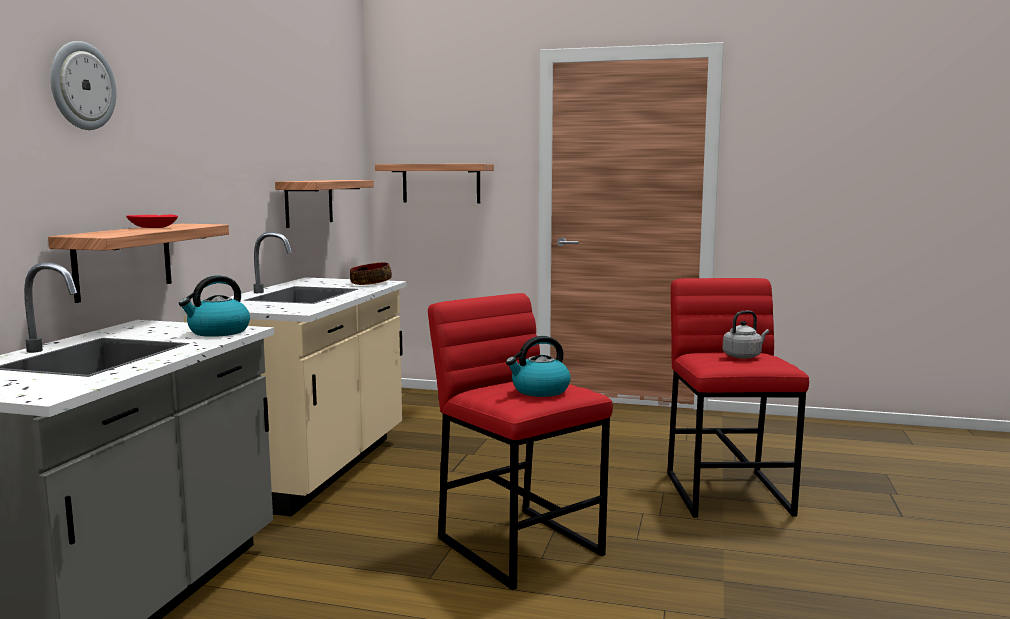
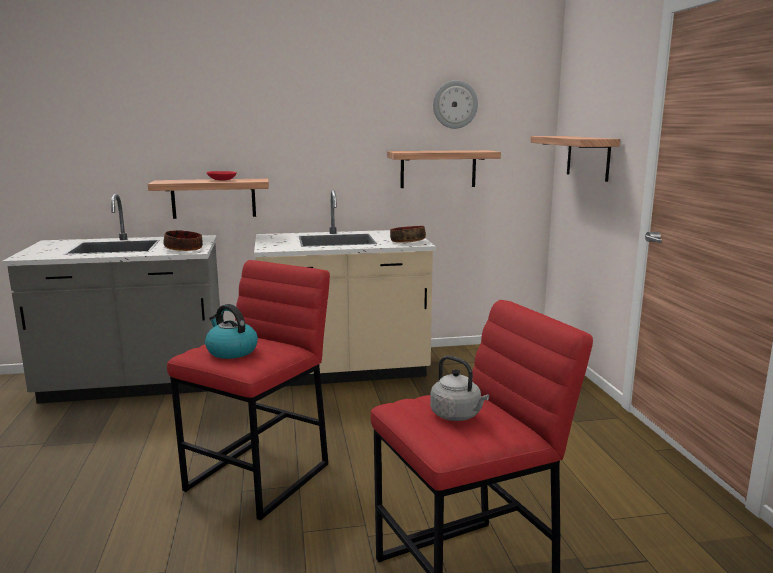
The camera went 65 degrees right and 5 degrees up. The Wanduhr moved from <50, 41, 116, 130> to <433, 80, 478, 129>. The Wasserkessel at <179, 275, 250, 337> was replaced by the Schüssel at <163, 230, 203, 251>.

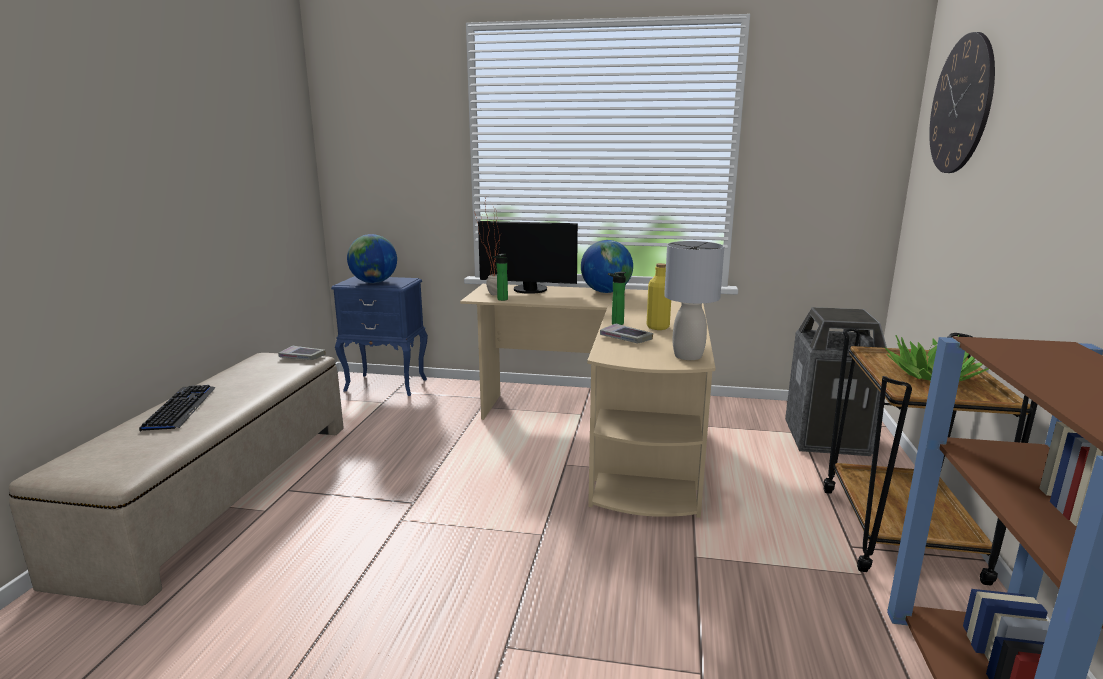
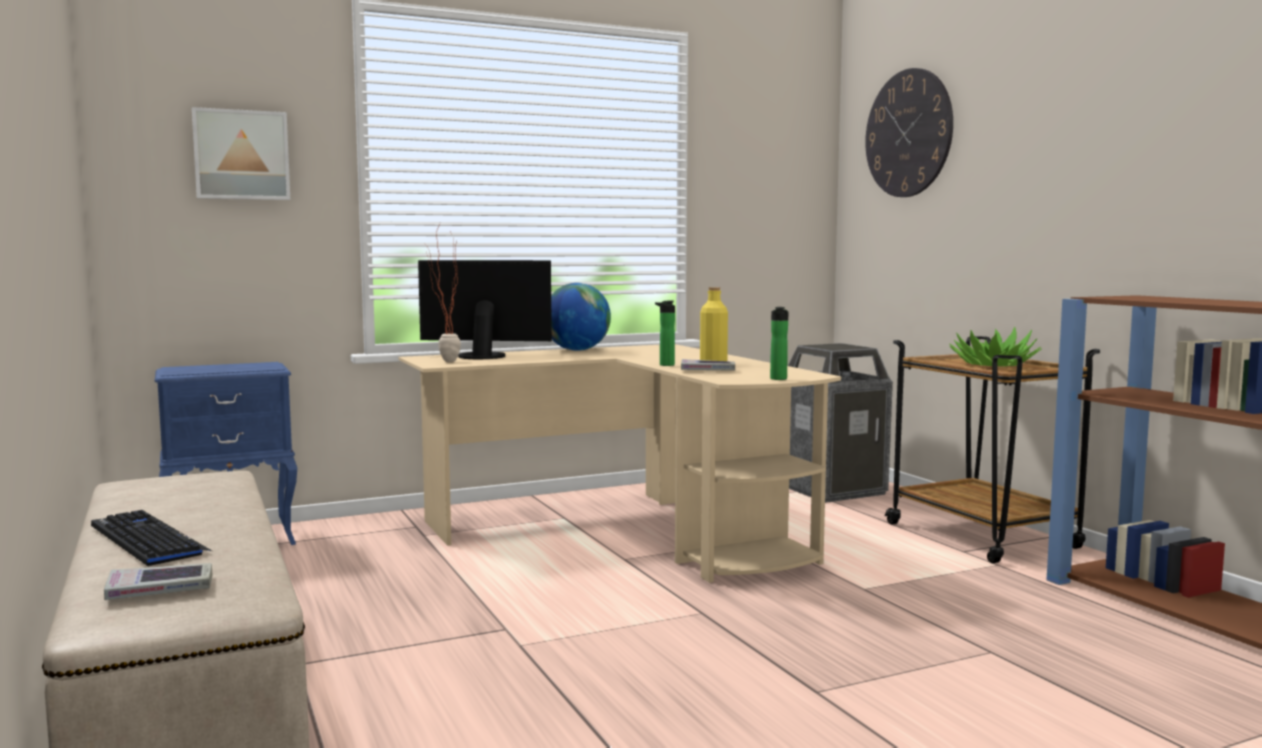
The camera went 35 degrees left and 10 degrees down. The Monitor at <478, 221, 578, 294> turned 150 degrees counterclockwise. The Globus at <347, 234, 397, 283> disappeared. The Tischlampe/grau at <664, 241, 724, 360> disappeared. The Flasche moved from <493, 254, 508, 301> to <770, 307, 788, 380>. The Buch moved from <278, 346, 325, 360> to <104, 563, 212, 600>. The Bild at <192, 107, 290, 200> appeared.

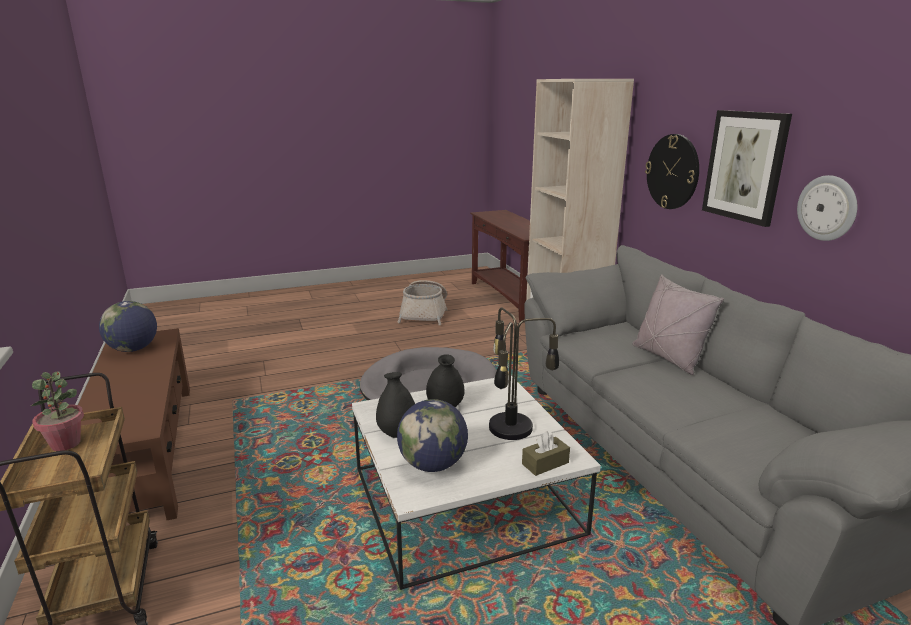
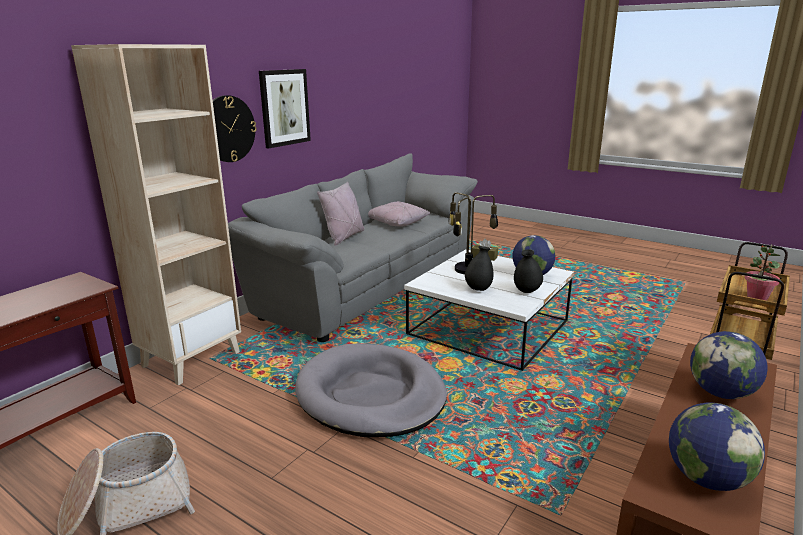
The camera went 125 degrees left and 0 degrees up. The Wanduhr at <797, 175, 857, 241> disappeared. The Kissen/lila at <368, 201, 430, 227> appeared. The Globus at <690, 331, 768, 399> appeared.

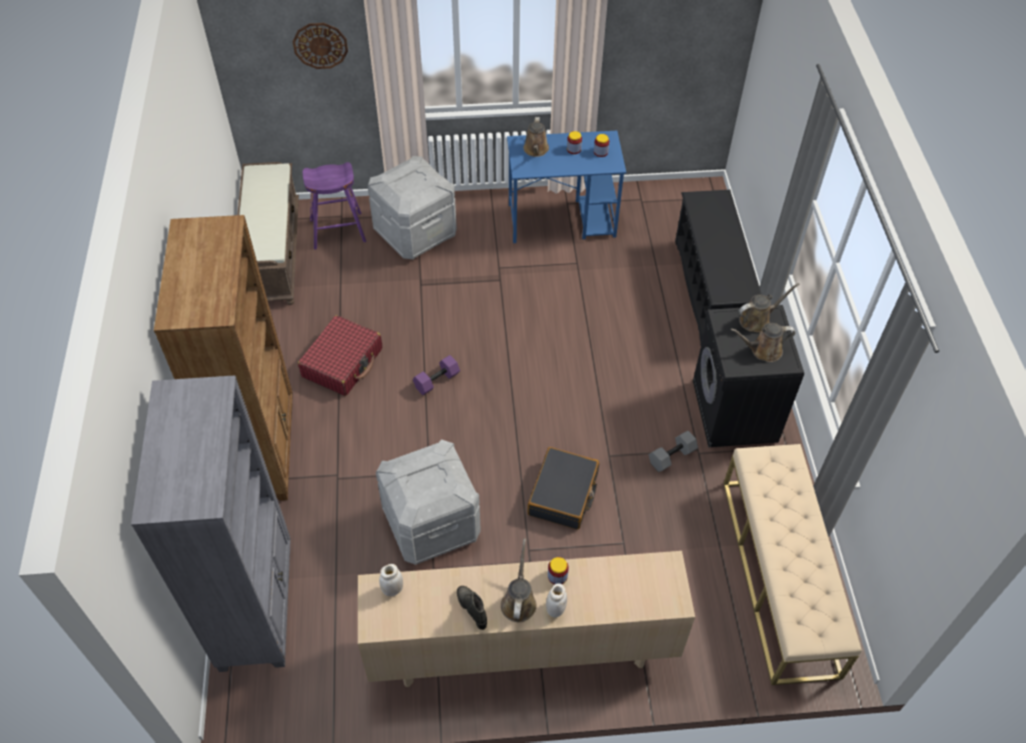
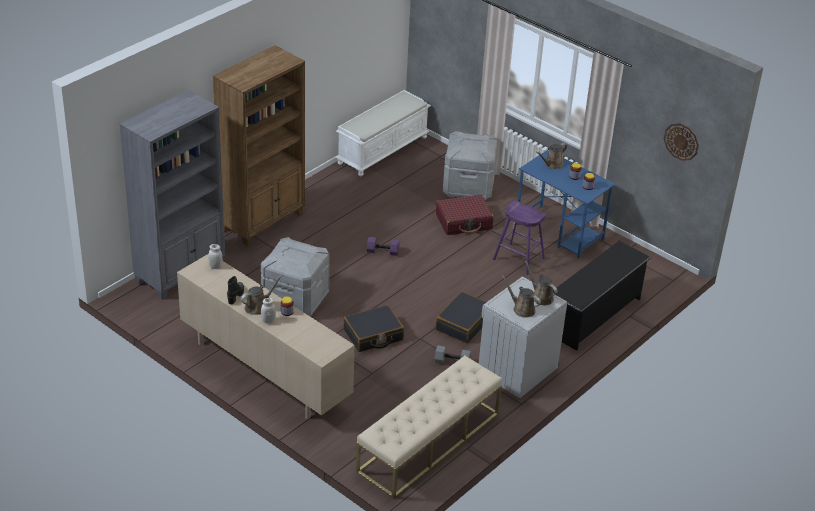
The camera went 45 degrees right and 15 degrees down. The Wanduhr moved from <293, 23, 348, 69> to <664, 123, 699, 161>. The Bank/braun at <237, 162, 299, 305> became the Bank/weiß at <335, 90, 431, 176>. The Hocker/lila moved from <303, 162, 366, 250> to <493, 200, 546, 275>. The Gießkanne/braun at <738, 283, 800, 333> turned 150 degrees counterclockwise. The Waschmaschine/schwarz at <693, 305, 804, 447> became the Waschmaschine/weiß at <479, 276, 567, 398>. The Koffer/rot moved from <298, 315, 382, 396> to <436, 195, 494, 235>. The Koffer/schwarz at <436, 292, 486, 343> appeared.

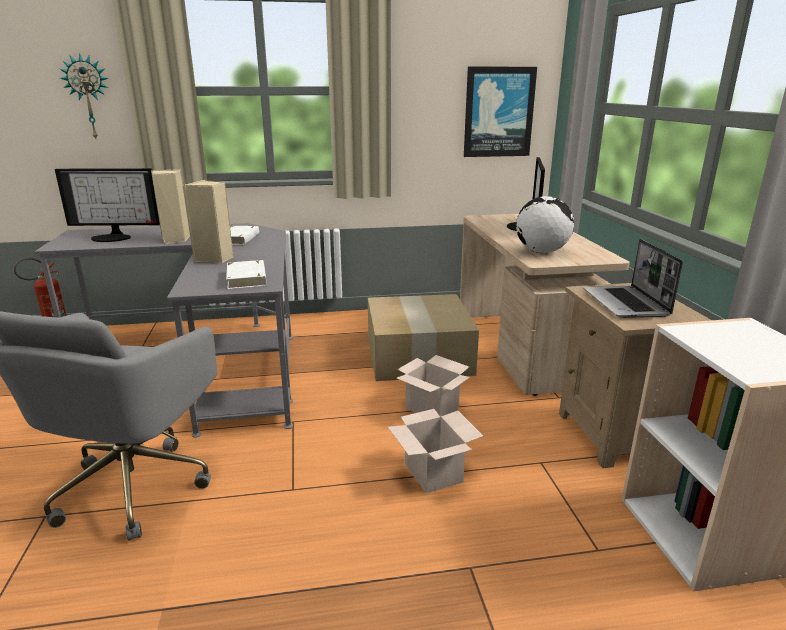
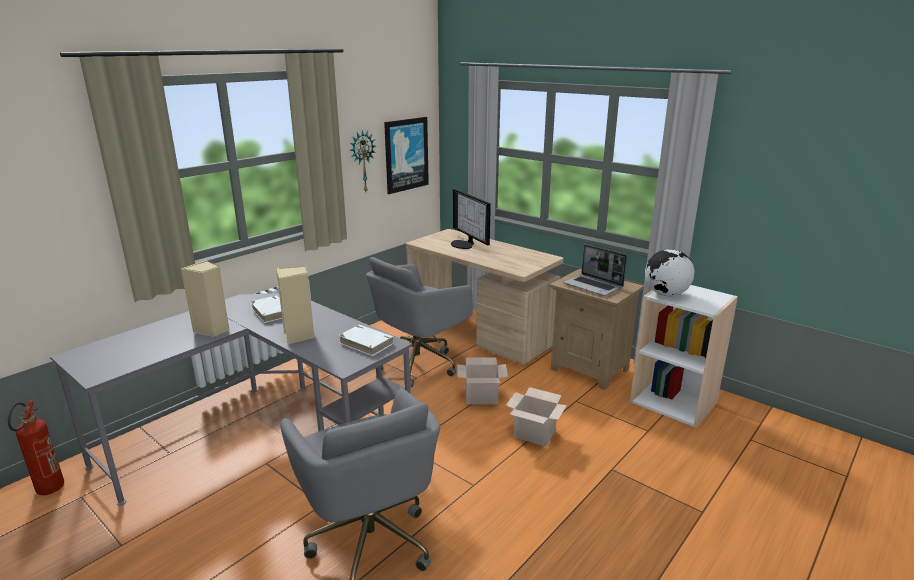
The camera went 40 degrees left and 0 degrees up. The Wanduhr moved from <60, 53, 108, 139> to <350, 130, 376, 192>. The Monitor at <55, 168, 160, 242> disappeared. The Globus moved from <516, 196, 574, 253> to <645, 249, 695, 296>. The Karton at <368, 294, 479, 381> was replaced by the Bürostuhl/grau at <366, 257, 473, 387>.

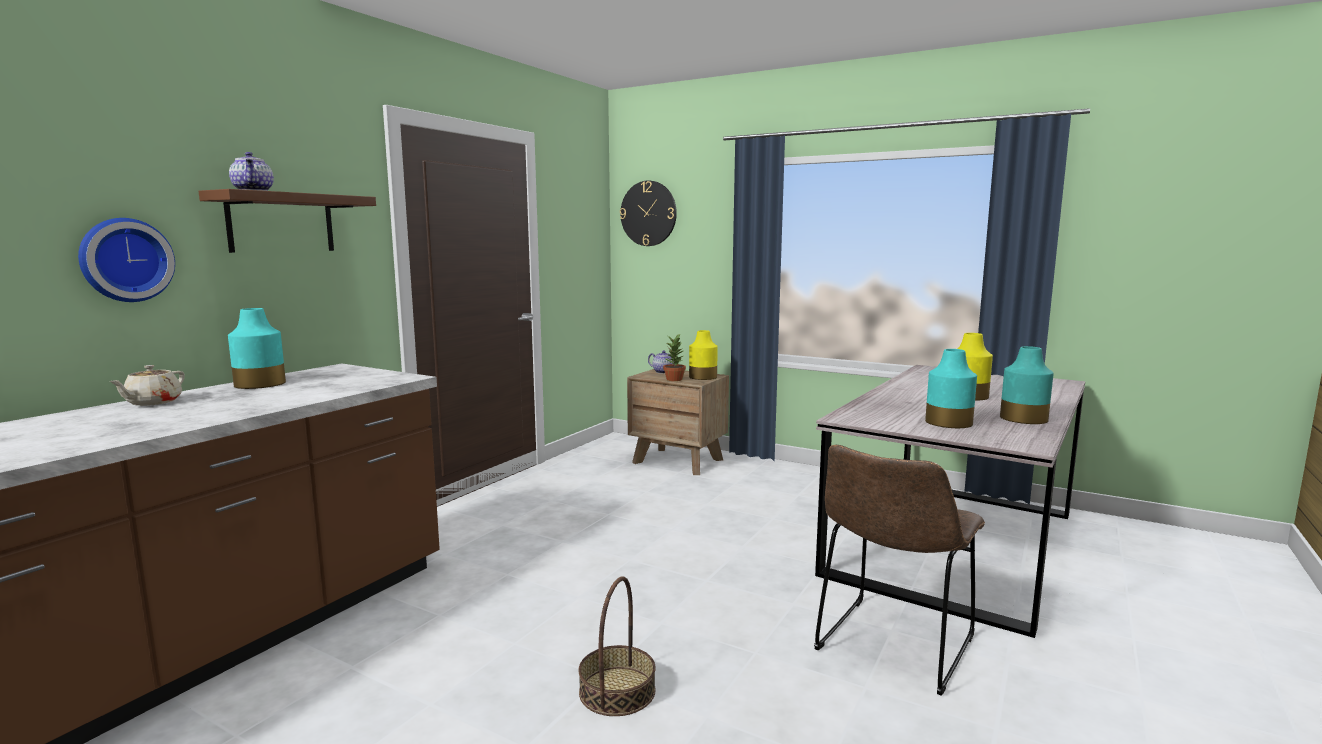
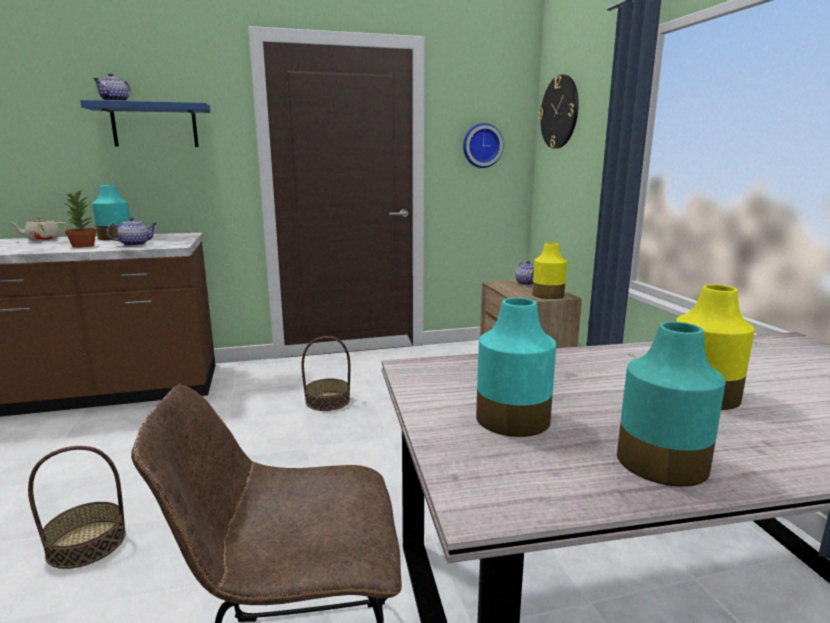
The camera went 45 degrees right and 5 degrees up. The Wandregal/braun at <199, 189, 376, 253> became the Wandregal/blau at <80, 100, 211, 147>. The Wanduhr moved from <78, 218, 175, 302> to <463, 123, 503, 168>. The Topfpflanze moved from <663, 333, 686, 381> to <63, 190, 97, 248>. The Teekanne at <107, 217, 157, 246> appeared. The Korb at <301, 336, 350, 411> appeared.

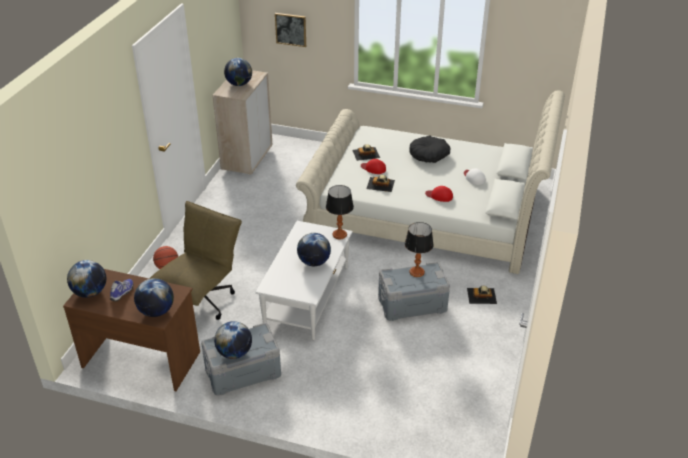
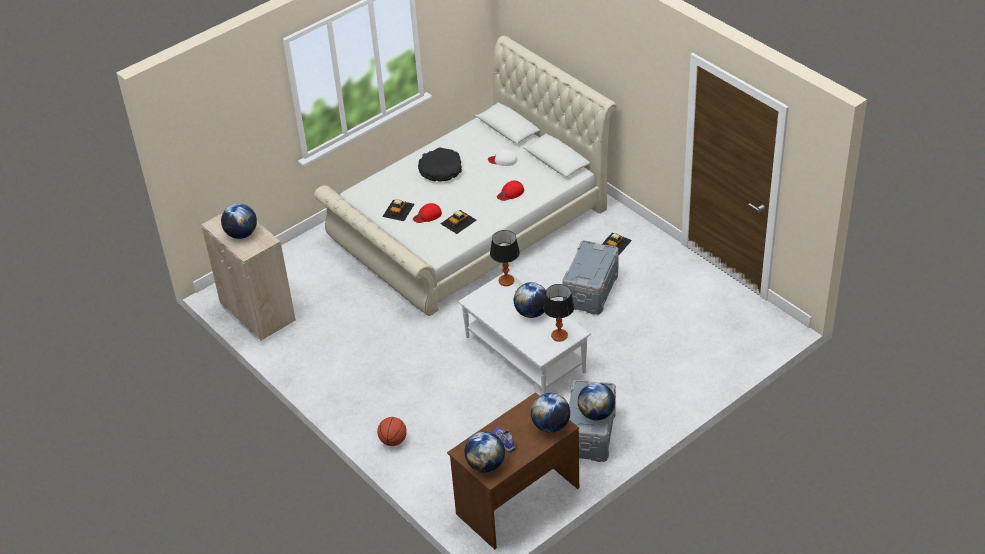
The camera went 55 degrees left and 5 degrees up. The Bild at <275, 13, 306, 47> disappeared. The Bürostuhl/beige at <149, 201, 242, 320> disappeared. The Tischlampe moved from <405, 222, 434, 277> to <543, 284, 574, 342>.

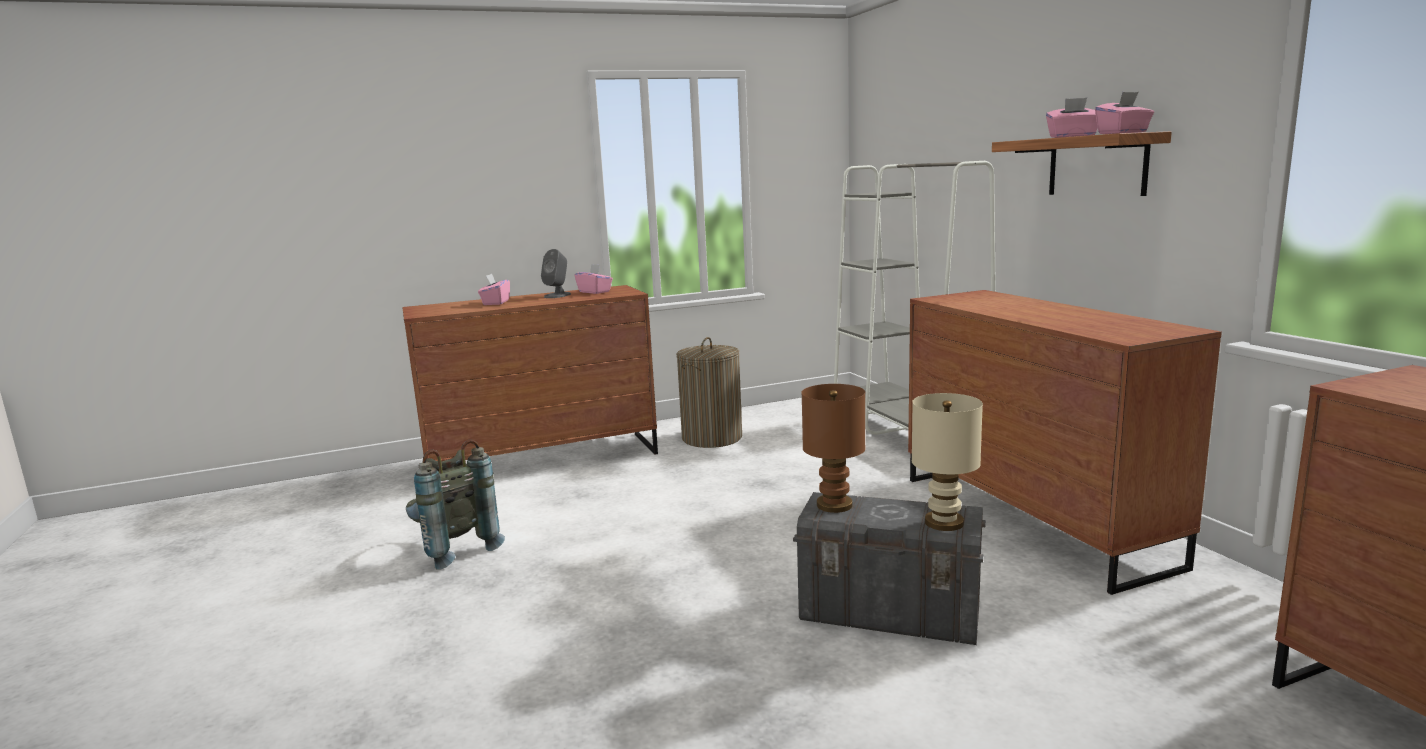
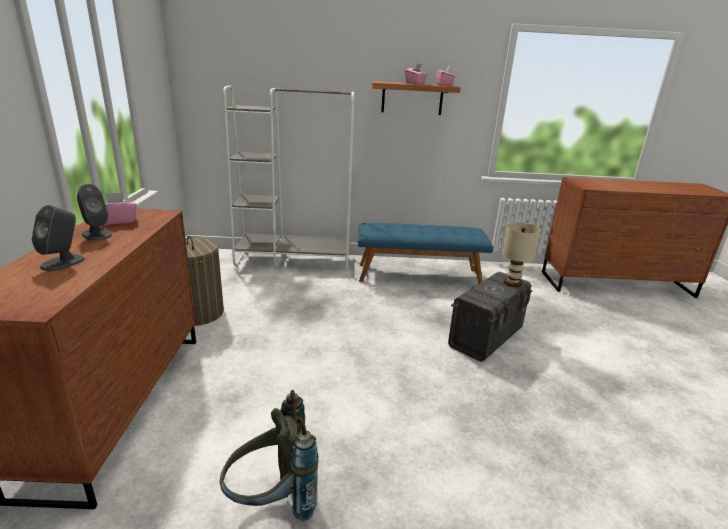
The camera went 70 degrees left and 10 degrees up. The Taschentuchbox/rosa at <478, 274, 510, 305> was replaced by the Lautsprecher/grau at <32, 205, 85, 271>. The Kommode/braun at <908, 290, 1222, 595> was replaced by the Bank/blau at <358, 223, 493, 284>. The Tischlampe/braun at <802, 384, 865, 513> disappeared.

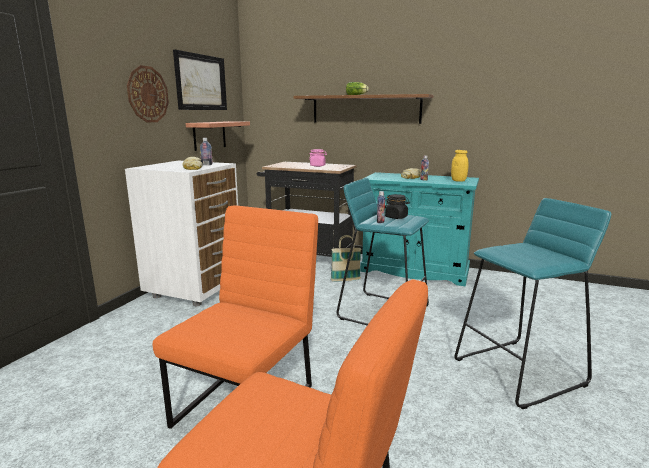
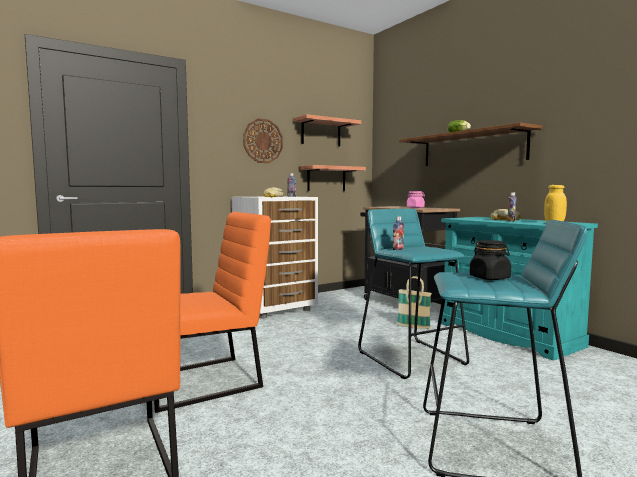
The camera went 35 degrees right and 10 degrees down. The Bild at <173, 50, 227, 110> was replaced by the Wandregal at <294, 114, 361, 146>. The Vorratsglas/schwarz moved from <385, 194, 410, 219> to <470, 240, 511, 280>.

